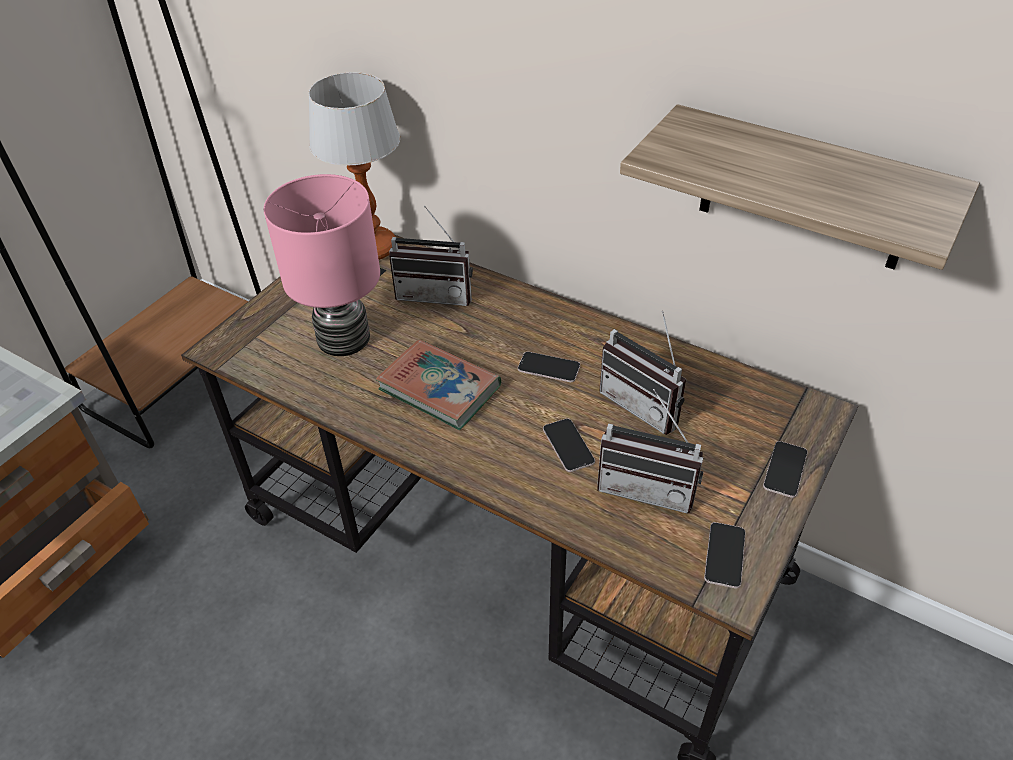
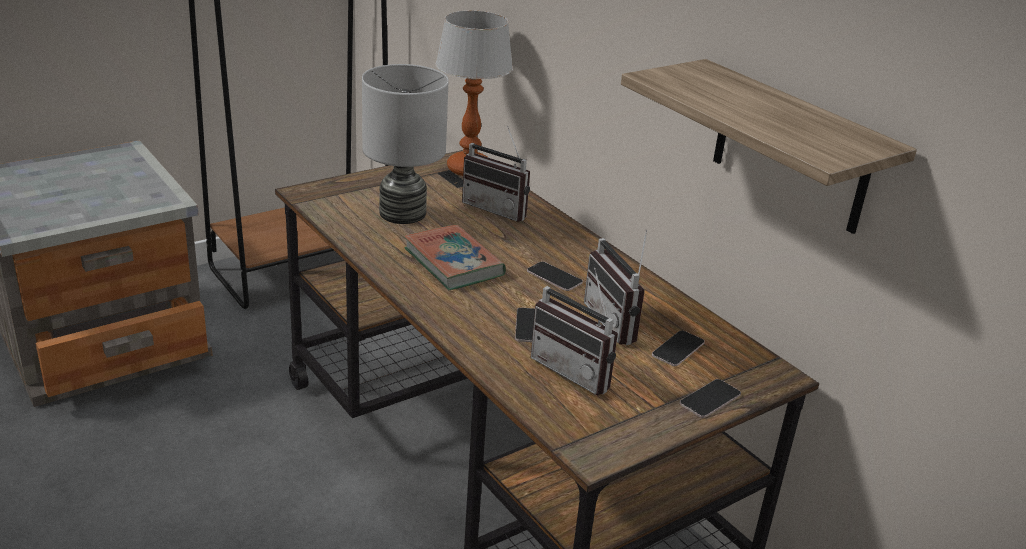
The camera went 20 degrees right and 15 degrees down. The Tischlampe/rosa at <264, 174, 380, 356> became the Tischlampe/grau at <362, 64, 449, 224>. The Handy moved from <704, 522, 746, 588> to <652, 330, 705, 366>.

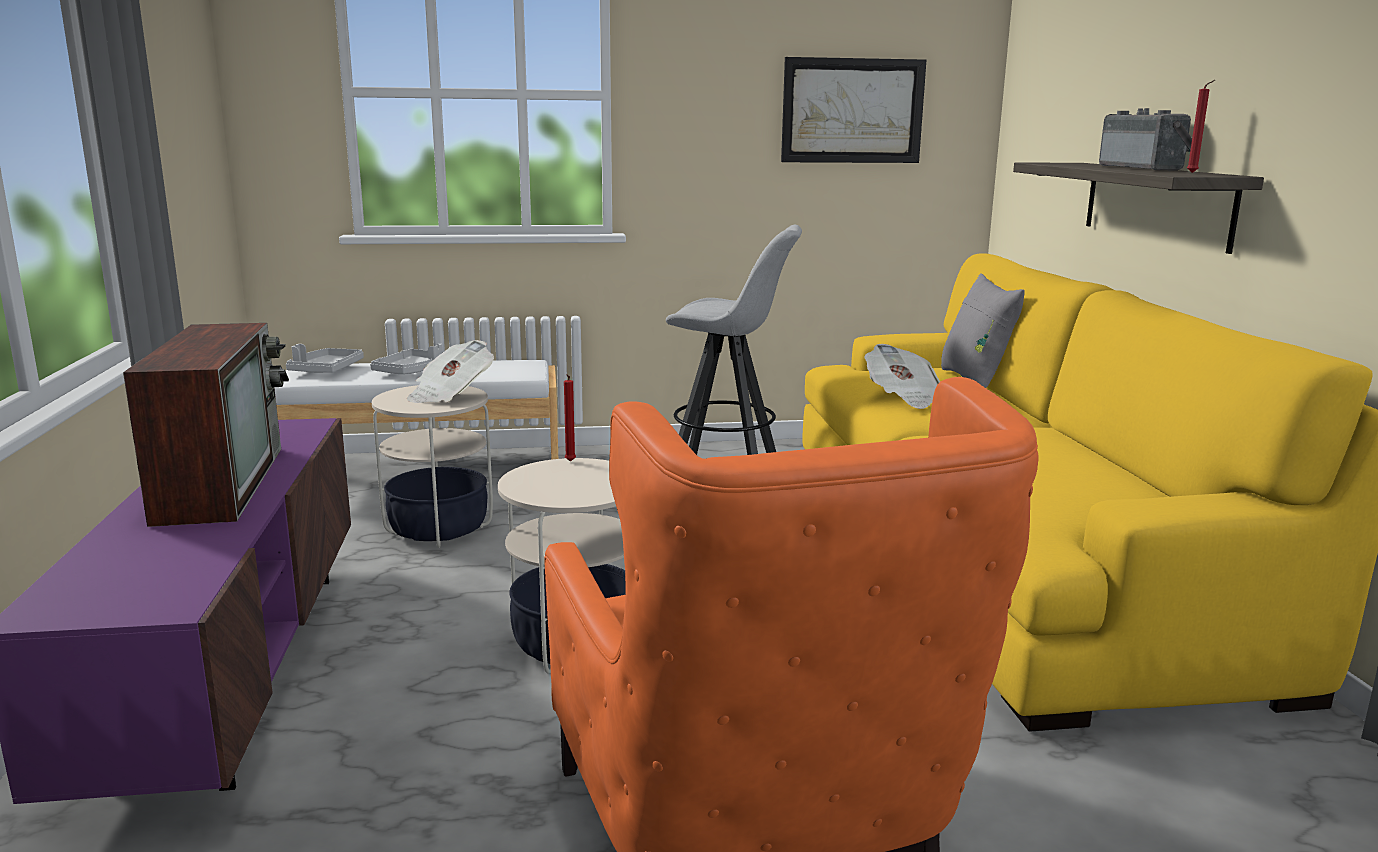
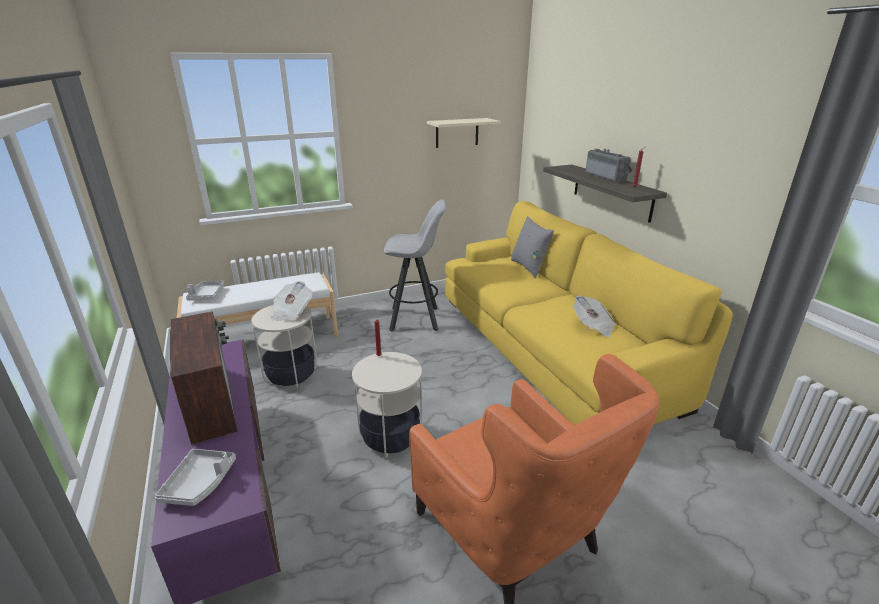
The camera went 15 degrees left and 10 degrees up. The Bild at <781, 57, 926, 163> was replaced by the Wandregal/beige at <427, 118, 501, 148>. The Tablett/grau moved from <370, 344, 443, 374> to <155, 449, 236, 506>. The Zeitung moved from <864, 344, 940, 409> to <573, 295, 616, 337>.

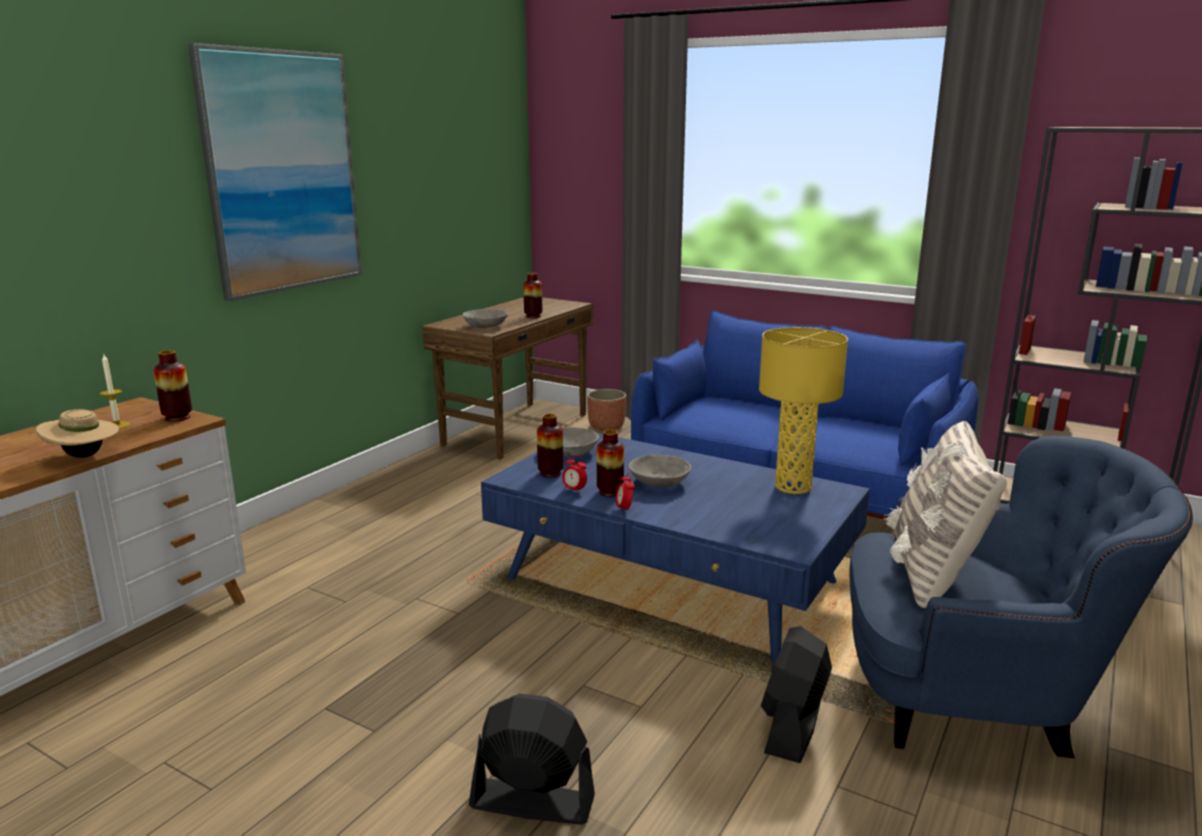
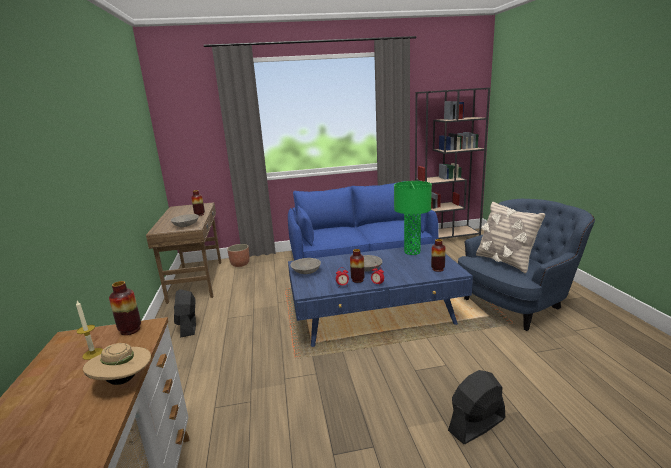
The camera went 40 degrees left and 0 degrees up. The Bild at <188, 43, 362, 301> disappeared. The Tischlampe/gelb at <759, 327, 848, 494> became the Tischlampe/grün at <394, 181, 432, 255>. The Vase moved from <537, 414, 563, 477> to <431, 239, 446, 272>. The Ventilator/schwarz moved from <761, 626, 832, 763> to <174, 289, 196, 338>.

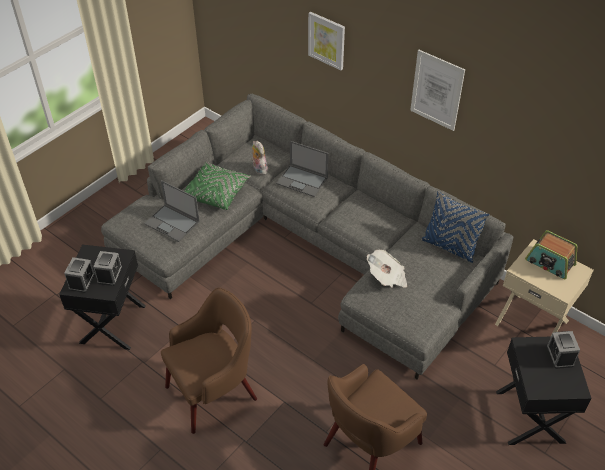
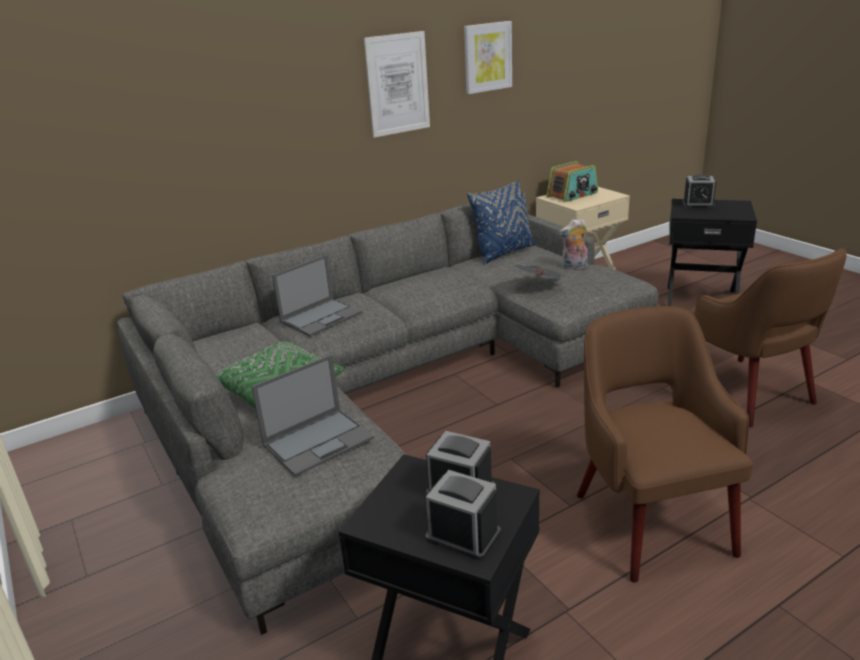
The camera went 70 degrees left and 20 degrees down. The Bild moved from <308, 12, 345, 70> to <464, 21, 512, 94>. The Plüschtier moved from <251, 141, 268, 175> to <559, 218, 588, 270>.

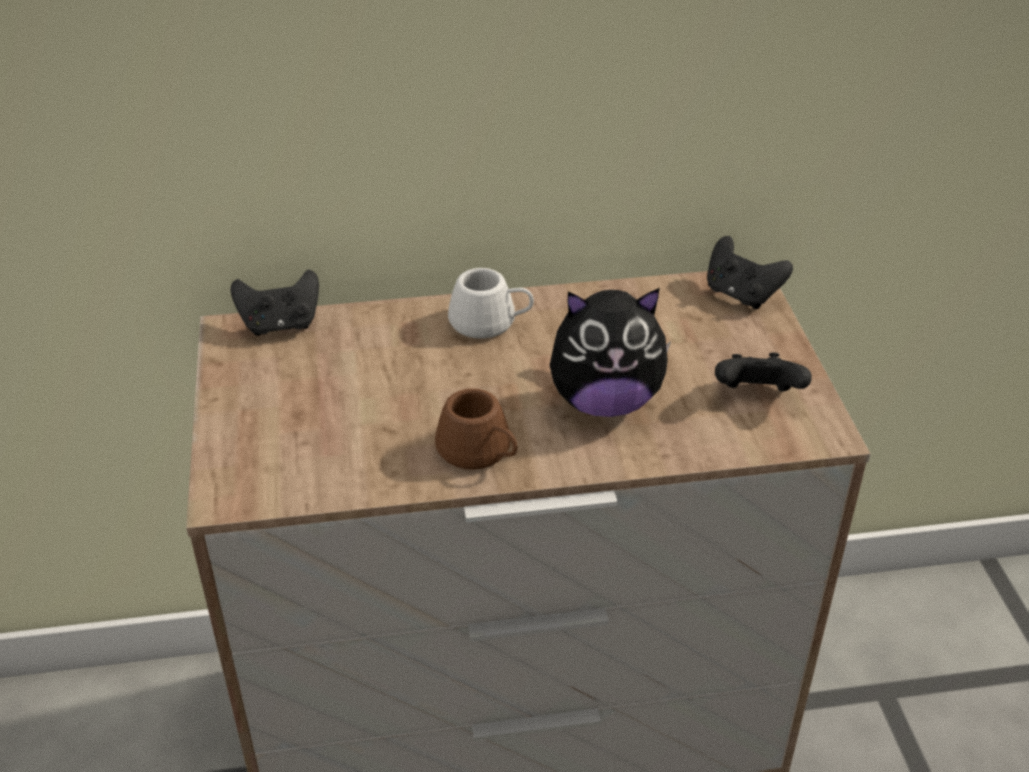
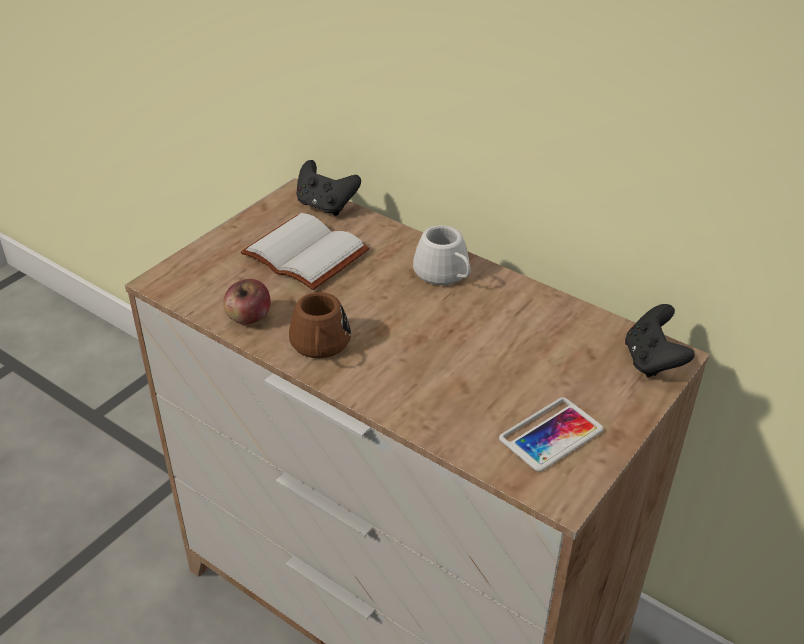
The camera went 45 degrees right and 0 degrees up. The Plüschtier at <550, 288, 671, 417> disappeared. The Gamepad/schwarz at <715, 353, 812, 392> was replaced by the Handy at <499, 397, 603, 472>. The Buch/weiß at <241, 213, 369, 290> appeared. The Apfel at <223, 279, 271, 325> appeared.

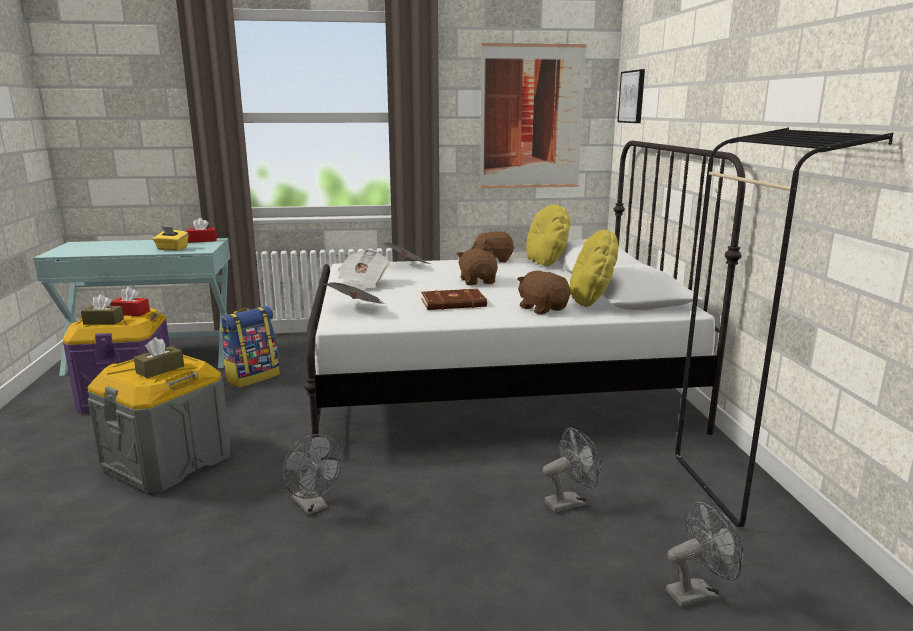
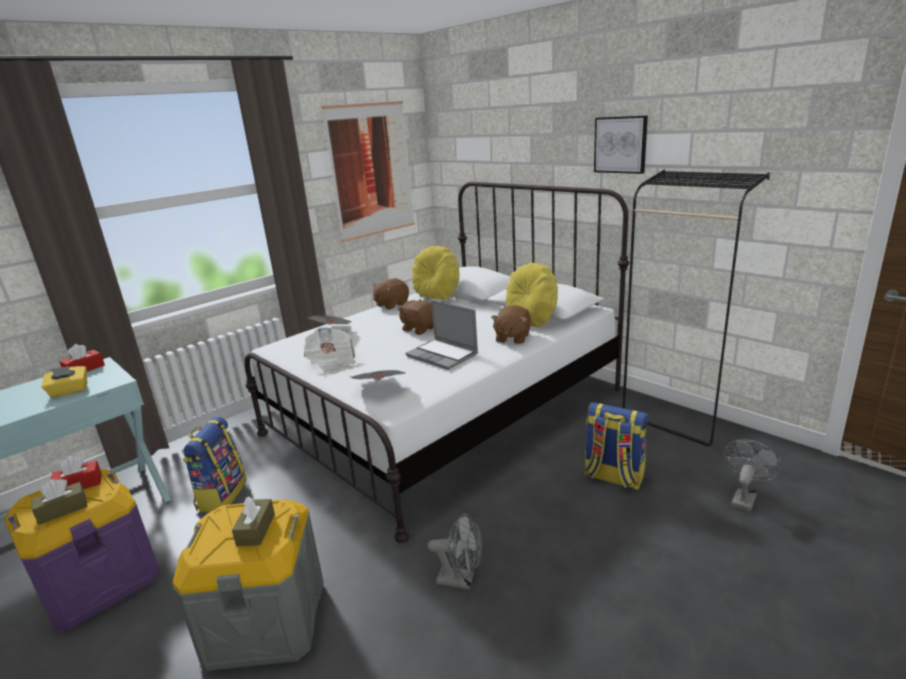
The camera went 35 degrees left and 5 degrees up. The Bild moved from <617, 69, 645, 123> to <594, 115, 648, 174>. The Plüschtier/braun at <518, 271, 570, 314> turned 90 degrees counterclockwise. The Buch/braun at <421, 289, 487, 310> was replaced by the Laptop at <405, 300, 478, 370>. The Ventilator/grau at <543, 427, 601, 513> was replaced by the Rucksack at <584, 402, 649, 490>.

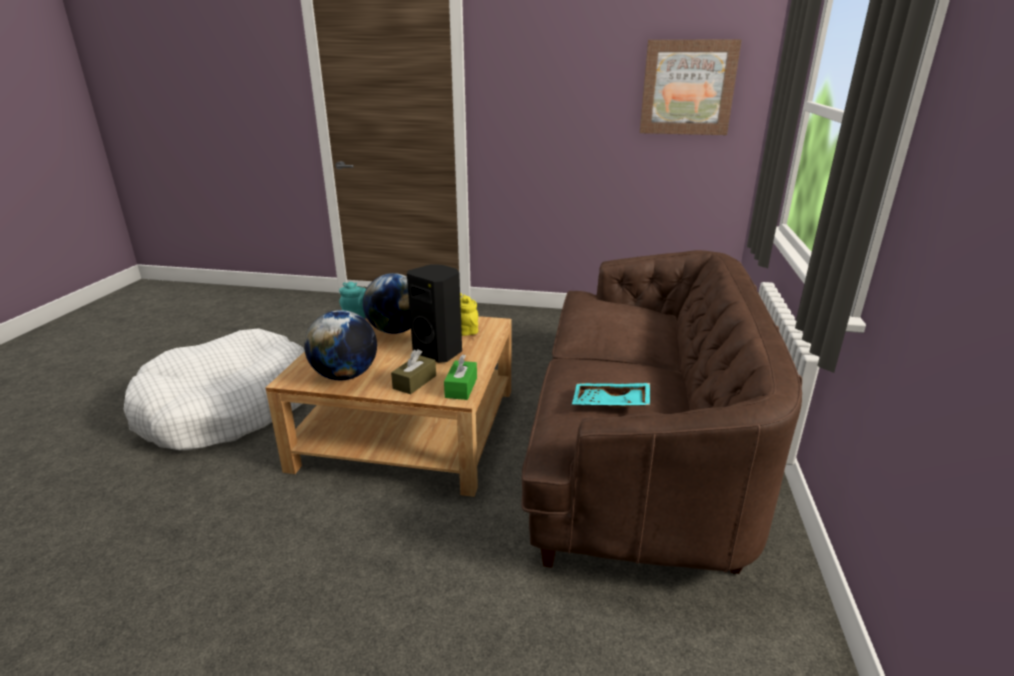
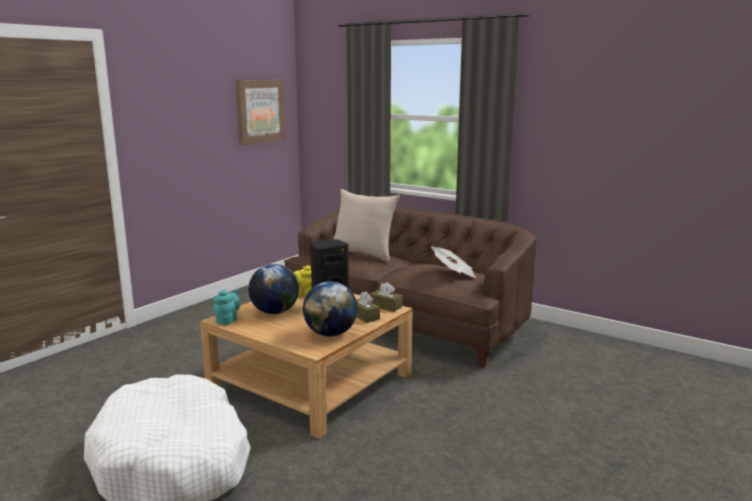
The camera went 65 degrees left and 10 degrees down. The Taschentuchbox/grün at <444, 354, 477, 400> became the Taschentuchbox/braun at <369, 282, 402, 312>. The Tablett/türkis at <572, 383, 650, 408> was replaced by the Zeitung at <431, 246, 476, 278>. The Kissen/beige at <334, 189, 400, 261> appeared.

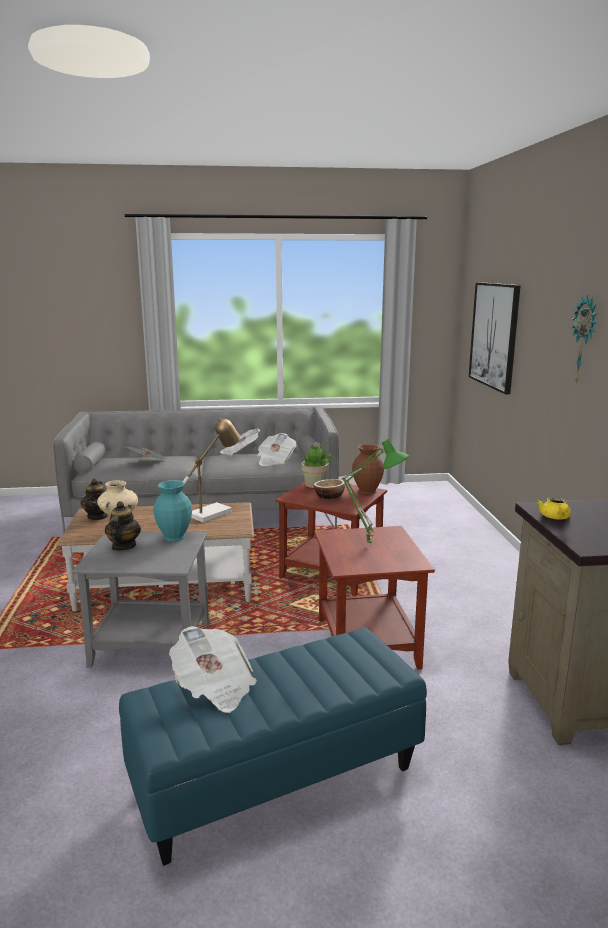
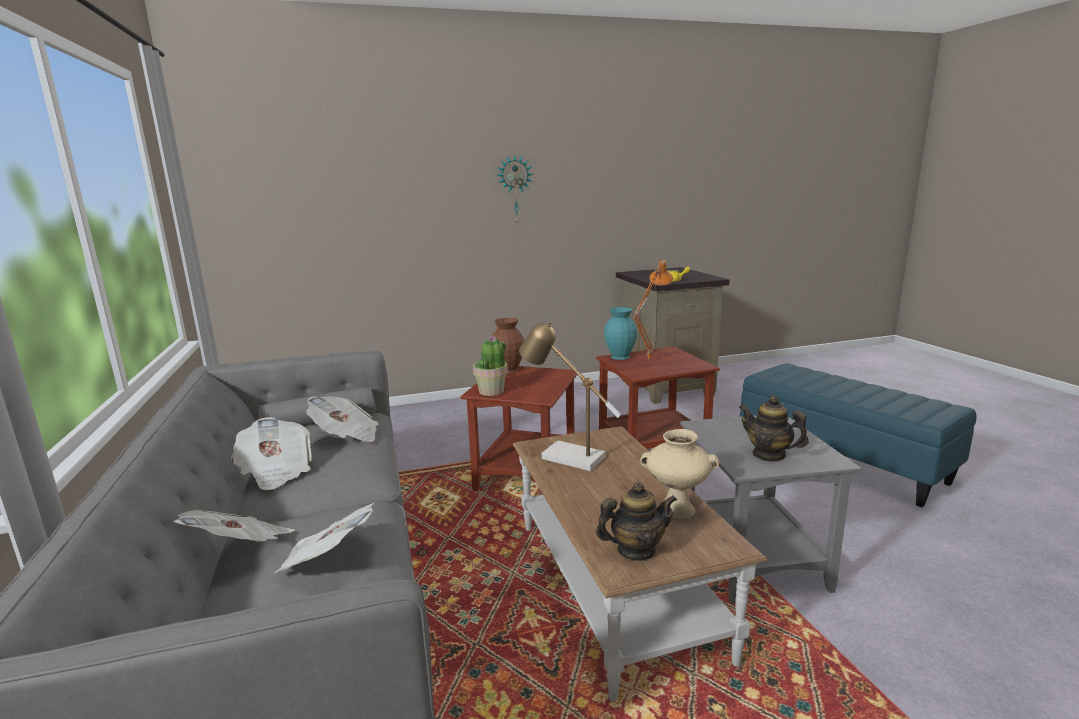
The camera went 100 degrees left and 0 degrees up. The Bild at <469, 282, 521, 394> disappeared. The Tischlampe/grün at <342, 438, 409, 546> became the Tischlampe/orange at <633, 260, 673, 362>. The Schüssel at <314, 479, 345, 499> disappeared. The Vase/türkis moved from <153, 480, 192, 542> to <604, 307, 637, 360>. The Teekanne at <105, 501, 141, 551> turned 45 degrees clockwise. The Zeitung moved from <169, 626, 257, 713> to <173, 510, 295, 542>.

